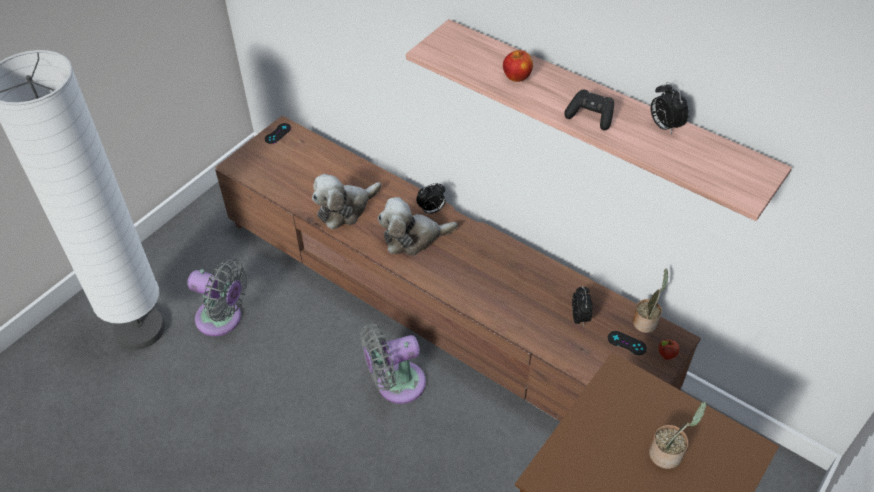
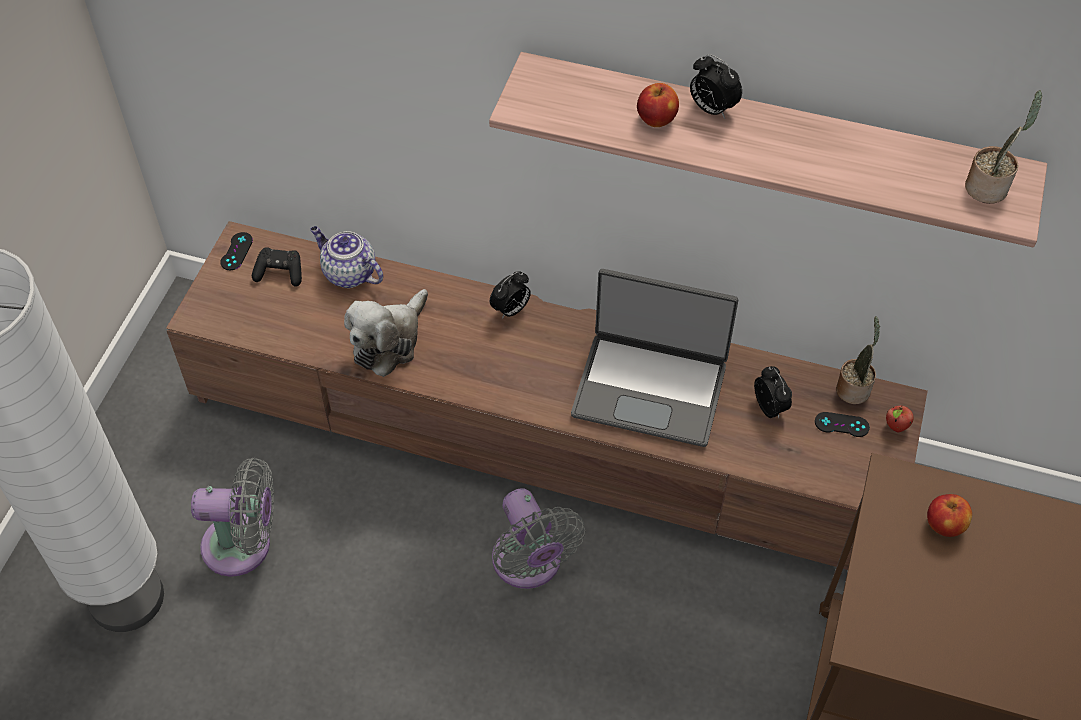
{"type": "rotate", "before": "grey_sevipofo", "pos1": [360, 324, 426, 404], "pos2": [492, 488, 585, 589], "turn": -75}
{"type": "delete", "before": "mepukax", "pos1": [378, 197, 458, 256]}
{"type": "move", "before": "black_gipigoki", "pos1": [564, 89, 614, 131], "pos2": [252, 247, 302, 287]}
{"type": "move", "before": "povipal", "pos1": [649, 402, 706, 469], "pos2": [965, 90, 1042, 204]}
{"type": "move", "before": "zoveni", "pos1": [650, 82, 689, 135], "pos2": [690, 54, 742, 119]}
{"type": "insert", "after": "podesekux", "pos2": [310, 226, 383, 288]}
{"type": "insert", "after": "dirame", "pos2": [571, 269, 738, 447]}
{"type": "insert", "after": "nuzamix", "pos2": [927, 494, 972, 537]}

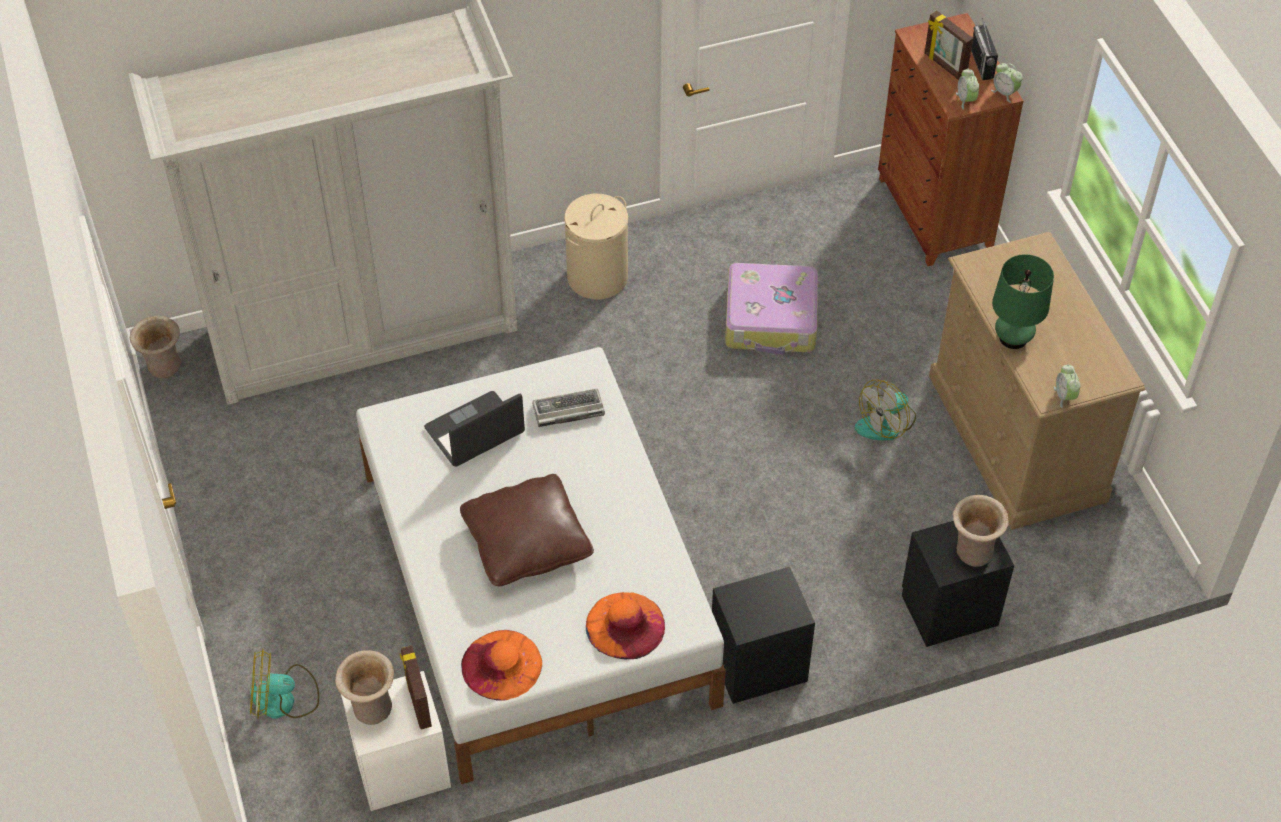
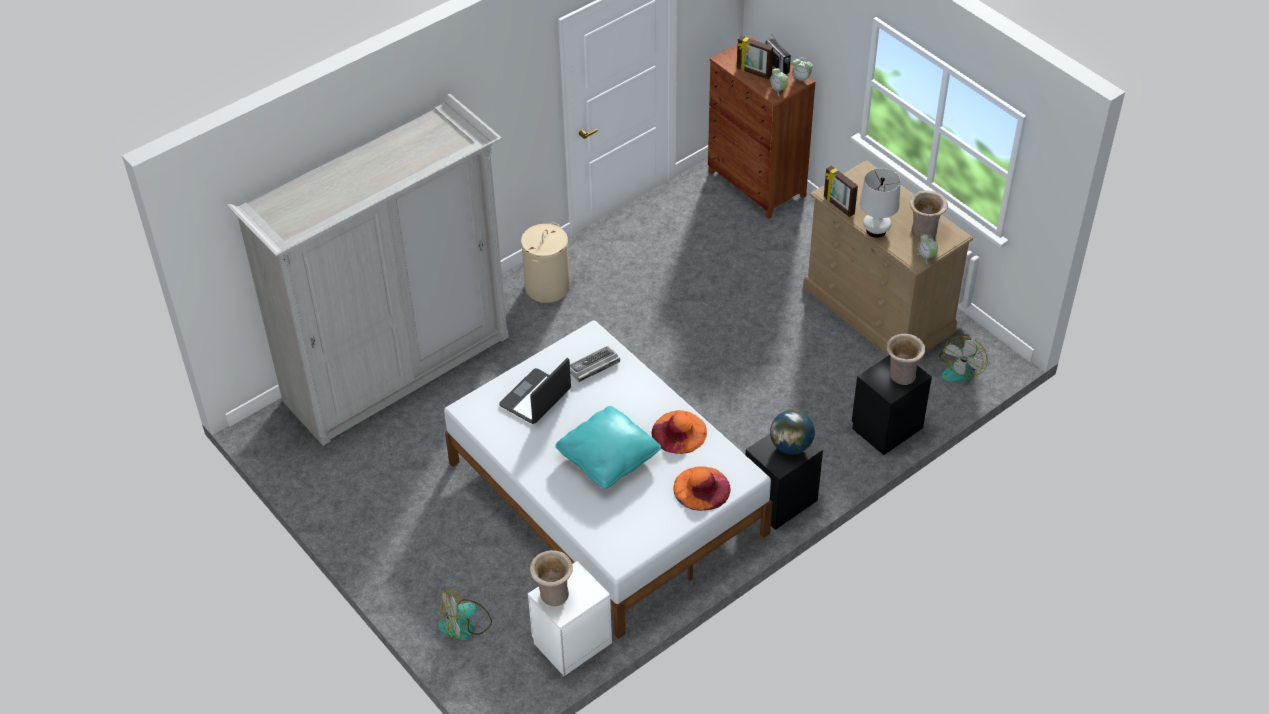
{"type": "move", "before": "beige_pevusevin", "pos1": [130, 316, 181, 378], "pos2": [910, 190, 948, 240]}
{"type": "move", "before": "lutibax", "pos1": [400, 646, 432, 729], "pos2": [824, 166, 858, 217]}
{"type": "recolor", "before": "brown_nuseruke", "after": "turquoise_nuseruke", "pos1": [460, 474, 594, 586], "pos2": [555, 406, 661, 488]}
{"type": "move", "before": "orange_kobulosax", "pos1": [461, 630, 542, 701], "pos2": [651, 410, 707, 454]}
{"type": "delete", "before": "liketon", "pos1": [725, 263, 818, 355]}
{"type": "move", "before": "sevipofo", "pos1": [855, 380, 916, 441], "pos2": [939, 336, 988, 382]}
{"type": "recolor", "before": "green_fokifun", "after": "white_fokifun", "pos1": [992, 254, 1054, 349], "pos2": [860, 168, 901, 238]}
{"type": "insert", "after": "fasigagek", "pos2": [770, 410, 815, 454]}

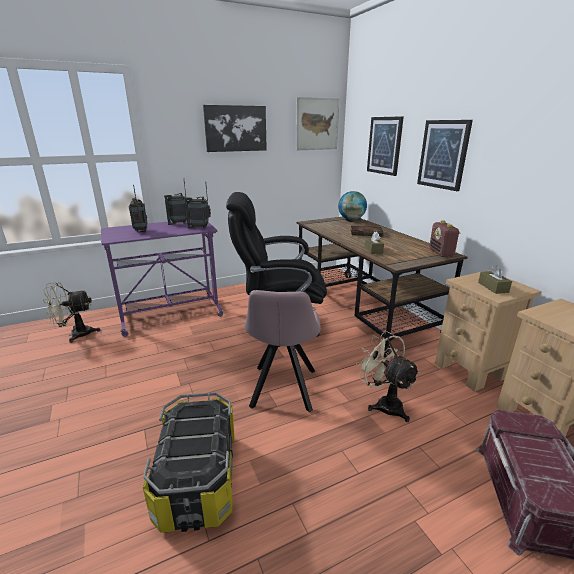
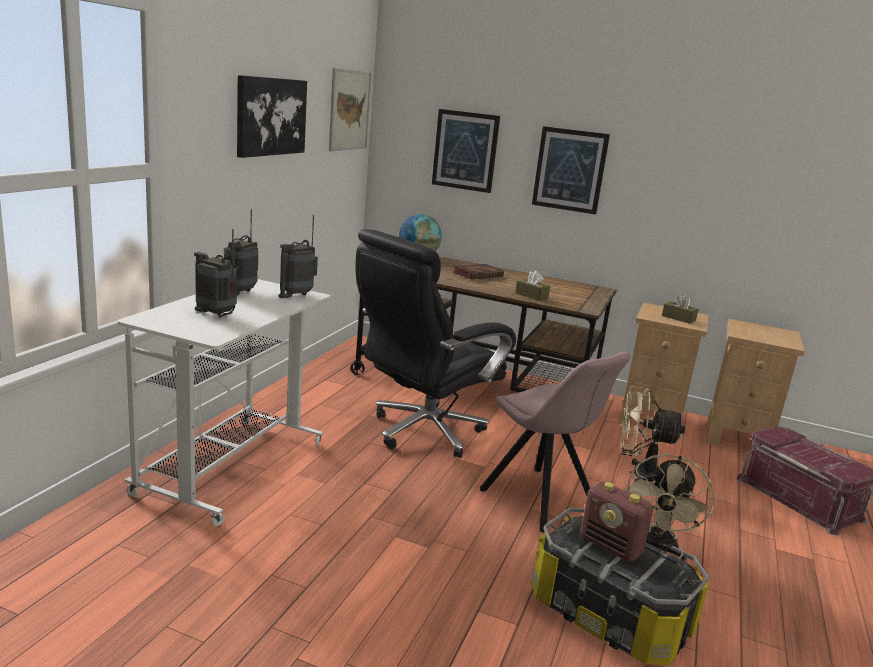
{"type": "move", "before": "beige_sevipofo", "pos1": [43, 282, 100, 343], "pos2": [625, 454, 715, 561]}
{"type": "recolor", "before": "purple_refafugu", "after": "white_refafugu", "pos1": [101, 220, 223, 337], "pos2": [118, 279, 330, 526]}
{"type": "move", "before": "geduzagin", "pos1": [429, 220, 461, 257], "pos2": [580, 481, 653, 562]}

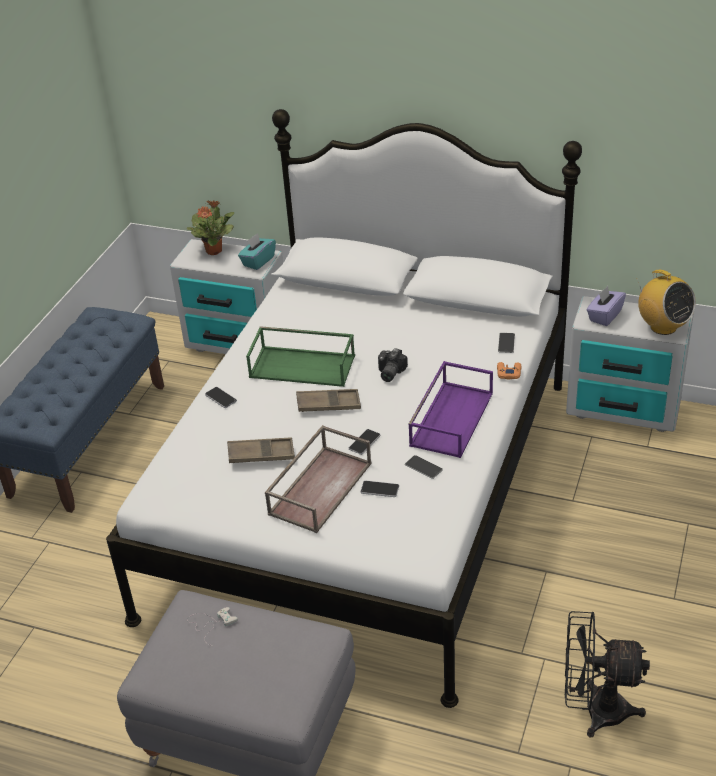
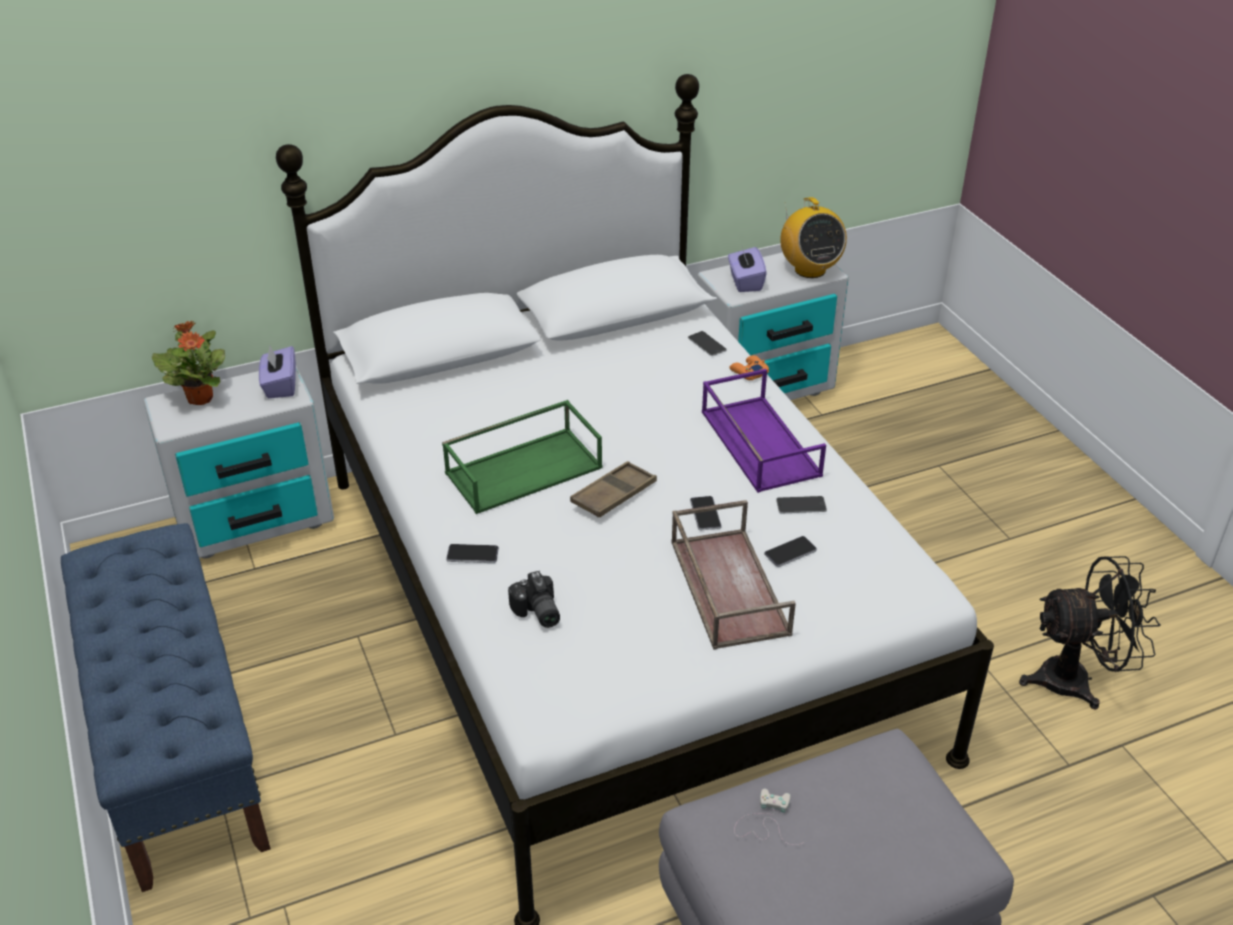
{"type": "delete", "before": "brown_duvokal", "pos1": [227, 438, 295, 463]}
{"type": "recolor", "before": "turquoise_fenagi", "after": "purple_fenagi", "pos1": [238, 233, 276, 270], "pos2": [259, 345, 296, 398]}
{"type": "move", "before": "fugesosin", "pos1": [378, 348, 408, 382], "pos2": [508, 571, 560, 628]}
{"type": "rotate", "before": "black_sevipofo", "pos1": [565, 611, 650, 737], "pos2": [1019, 556, 1161, 710], "turn": -150}
{"type": "rotate", "before": "geduzagin", "pos1": [637, 270, 696, 335], "pos2": [780, 197, 847, 278], "turn": 60}

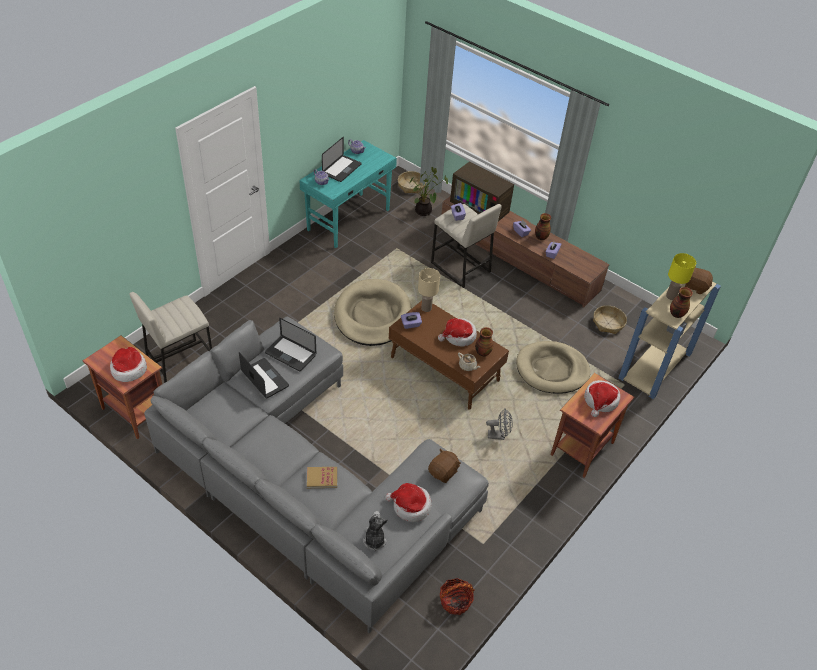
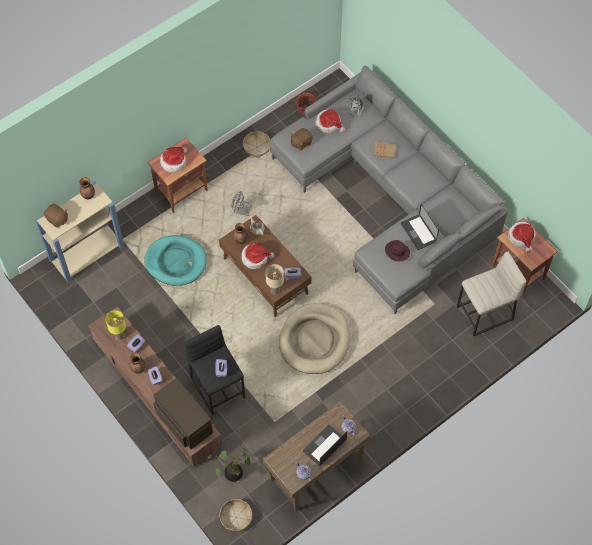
{"type": "replace", "before": "dirame", "after": "purple_kobulosax", "pos1": [265, 318, 316, 372], "pos2": [385, 240, 410, 261]}
{"type": "recolor", "before": "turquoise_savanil", "after": "brown_savanil", "pos1": [300, 140, 397, 248], "pos2": [263, 401, 371, 511]}
{"type": "recolor", "before": "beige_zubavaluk", "after": "black_zubavaluk", "pos1": [431, 204, 502, 288], "pos2": [184, 325, 245, 415]}
{"type": "recolor", "before": "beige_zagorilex", "after": "turquoise_zagorilex", "pos1": [516, 341, 590, 394], "pos2": [144, 235, 206, 286]}
{"type": "move", "before": "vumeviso", "pos1": [593, 306, 627, 334], "pos2": [243, 131, 271, 158]}
{"type": "move", "before": "yellow_fokifun", "pos1": [666, 253, 696, 300], "pos2": [105, 310, 126, 340]}

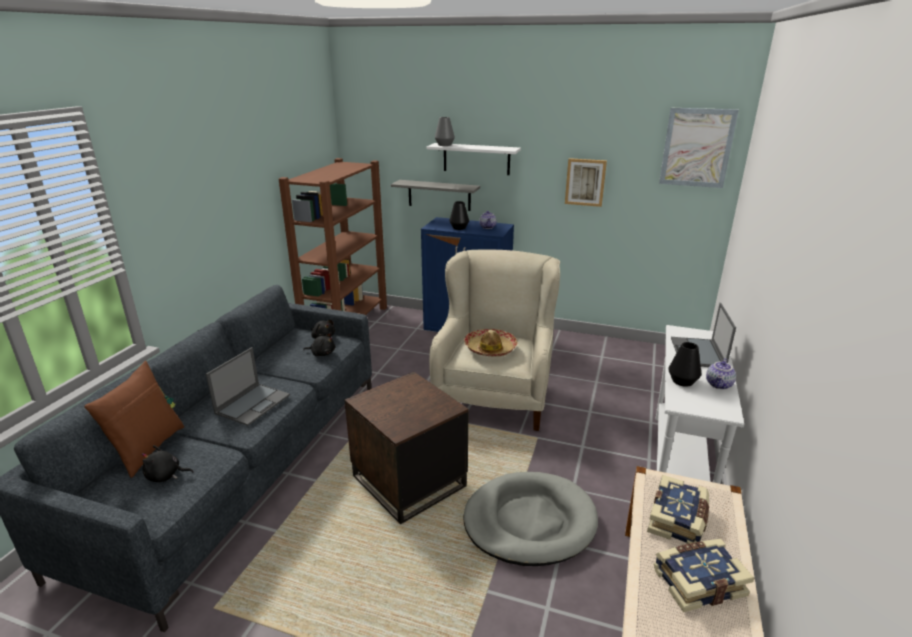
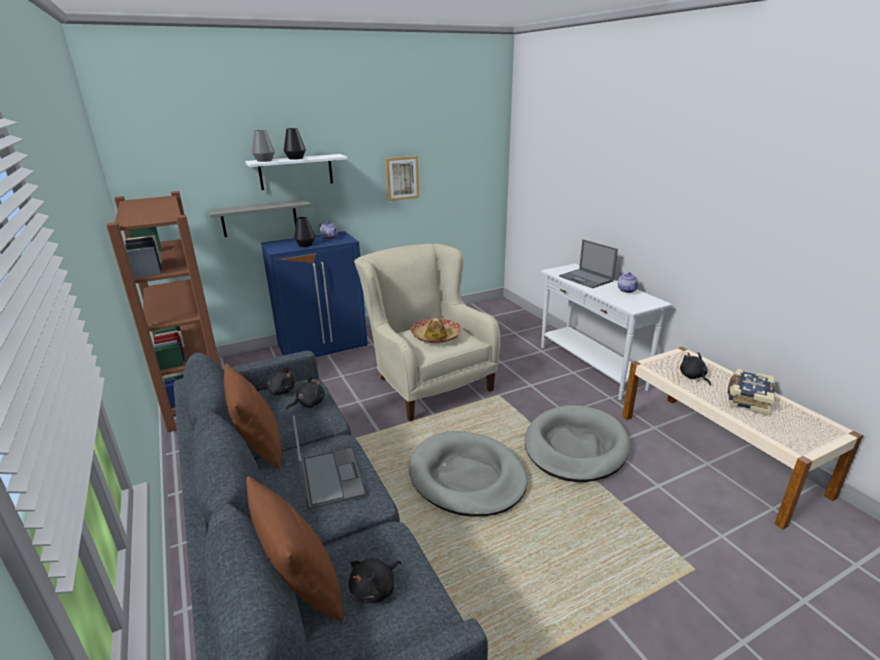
{"type": "replace", "before": "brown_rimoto", "after": "grey_zagorilex", "pos1": [345, 372, 469, 524], "pos2": [409, 431, 528, 516]}
{"type": "replace", "before": "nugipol", "after": "black_mepukax", "pos1": [647, 475, 709, 544], "pos2": [680, 352, 711, 385]}
{"type": "delete", "before": "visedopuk", "pos1": [659, 108, 739, 188]}
{"type": "move", "before": "black_pevusevin", "pos1": [668, 342, 702, 387], "pos2": [284, 128, 306, 160]}
{"type": "insert", "after": "brown_nuseruke", "pos2": [224, 363, 281, 469]}

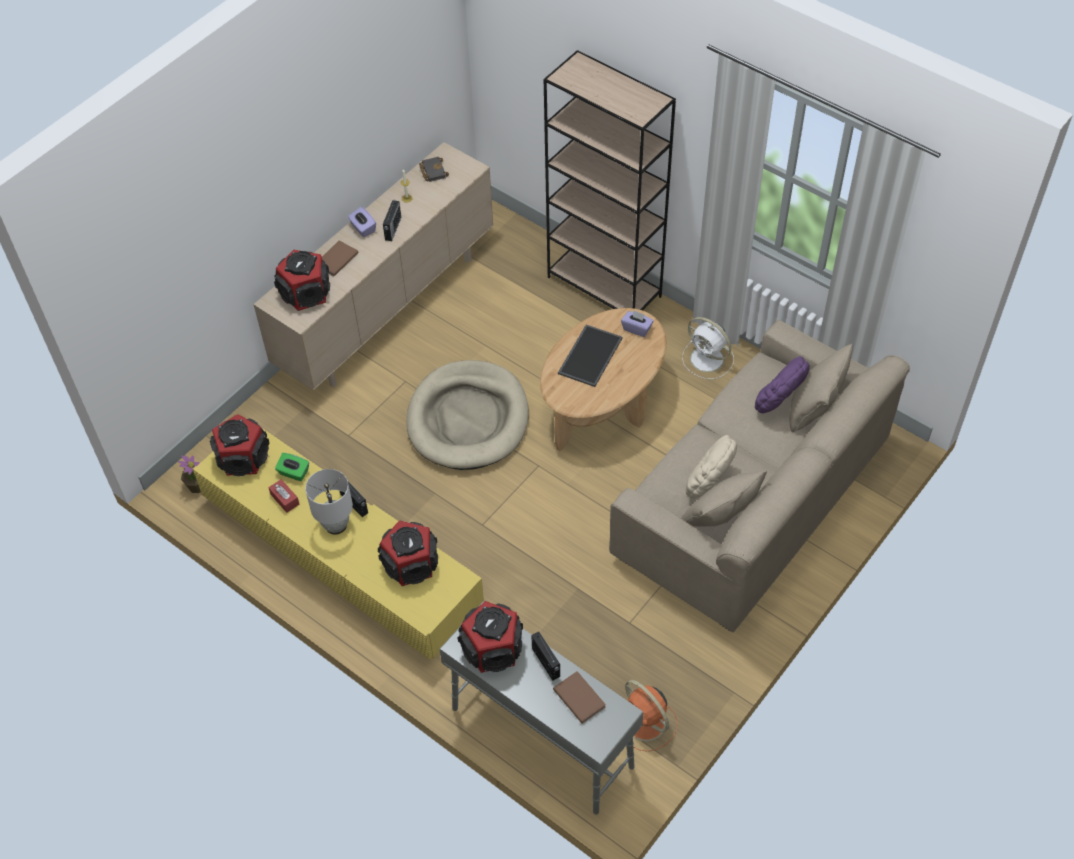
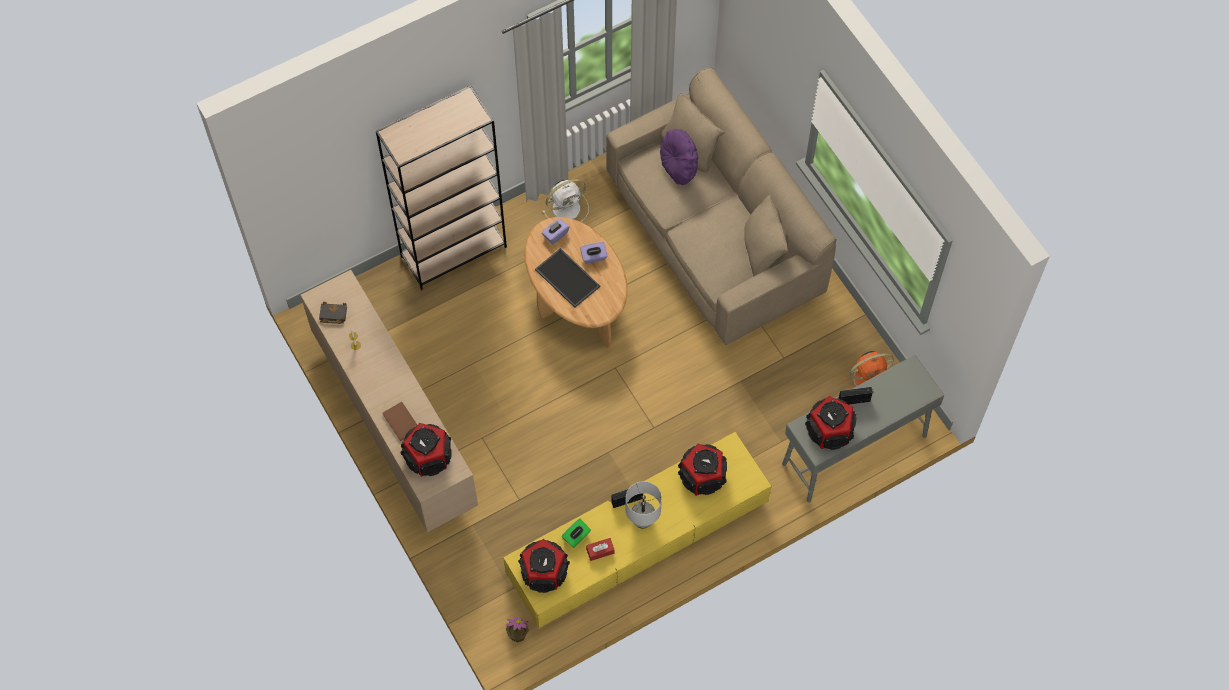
{"type": "move", "before": "purple_fenagi", "pos1": [348, 207, 376, 237], "pos2": [580, 242, 607, 264]}
{"type": "delete", "before": "geduzagin", "pos1": [383, 200, 401, 241]}
{"type": "delete", "before": "beige_zagorilex", "pos1": [406, 360, 529, 470]}
{"type": "delete", "before": "brown_nugipol", "pos1": [553, 671, 606, 724]}
{"type": "delete", "before": "beige_nuseruke", "pos1": [686, 435, 737, 499]}

